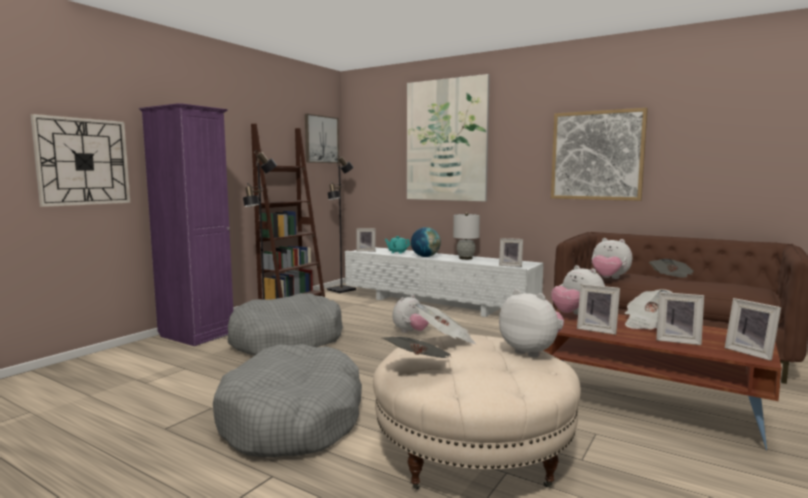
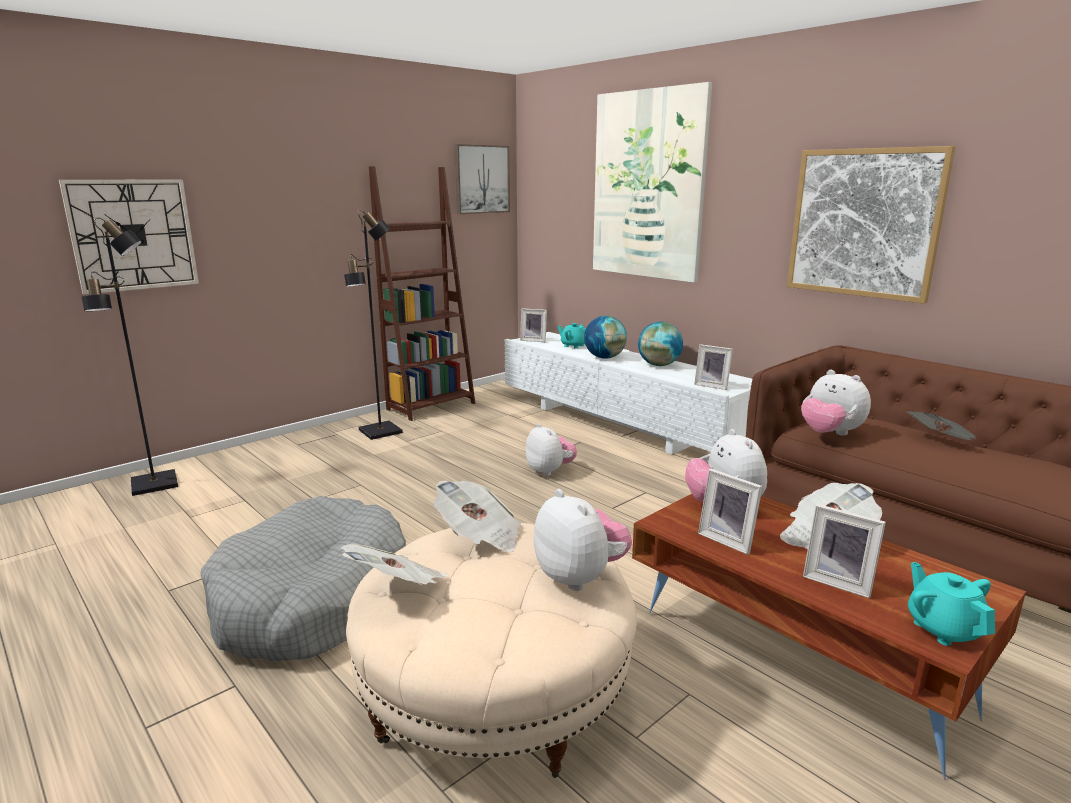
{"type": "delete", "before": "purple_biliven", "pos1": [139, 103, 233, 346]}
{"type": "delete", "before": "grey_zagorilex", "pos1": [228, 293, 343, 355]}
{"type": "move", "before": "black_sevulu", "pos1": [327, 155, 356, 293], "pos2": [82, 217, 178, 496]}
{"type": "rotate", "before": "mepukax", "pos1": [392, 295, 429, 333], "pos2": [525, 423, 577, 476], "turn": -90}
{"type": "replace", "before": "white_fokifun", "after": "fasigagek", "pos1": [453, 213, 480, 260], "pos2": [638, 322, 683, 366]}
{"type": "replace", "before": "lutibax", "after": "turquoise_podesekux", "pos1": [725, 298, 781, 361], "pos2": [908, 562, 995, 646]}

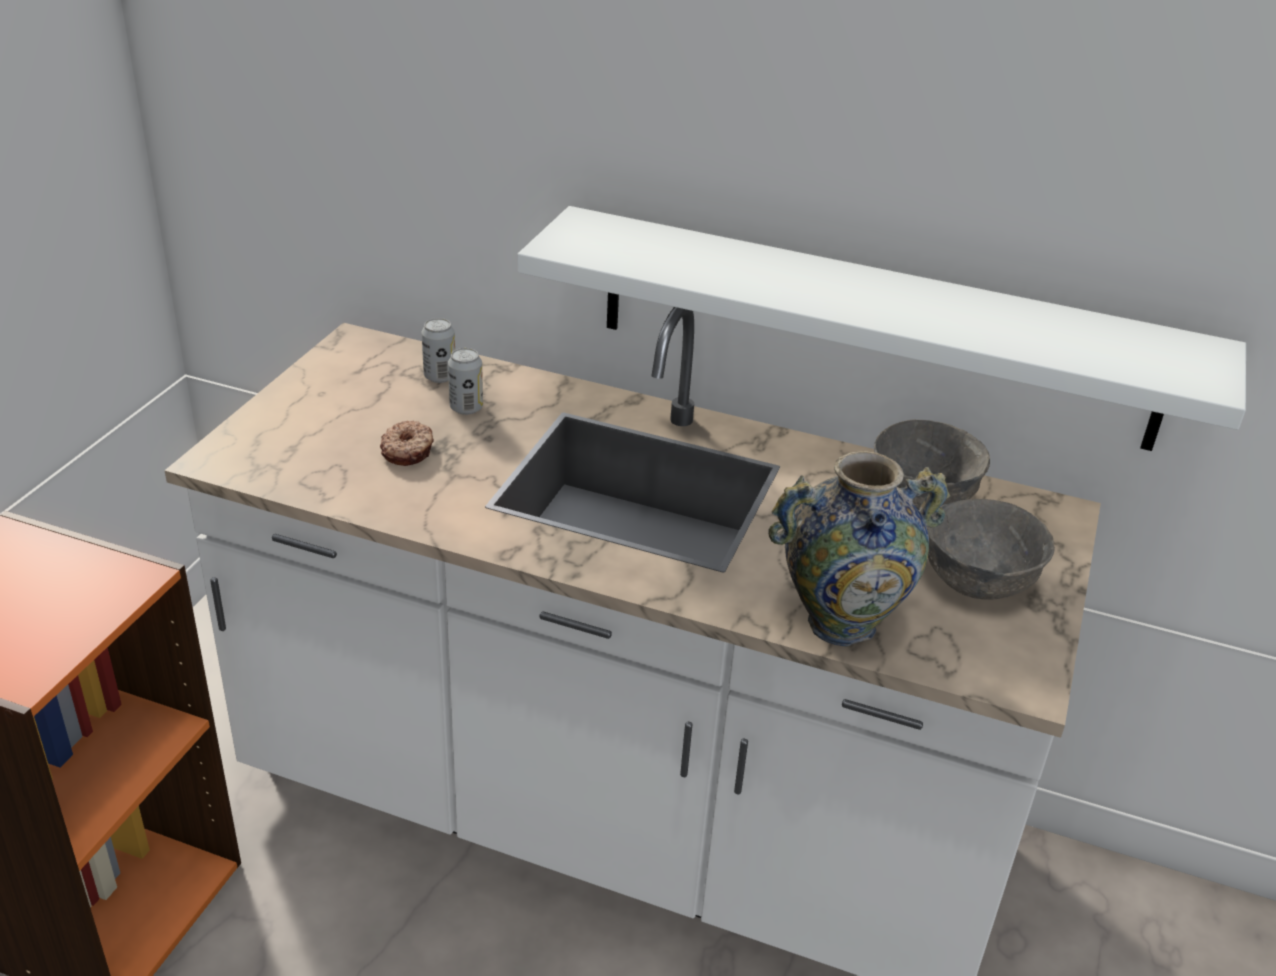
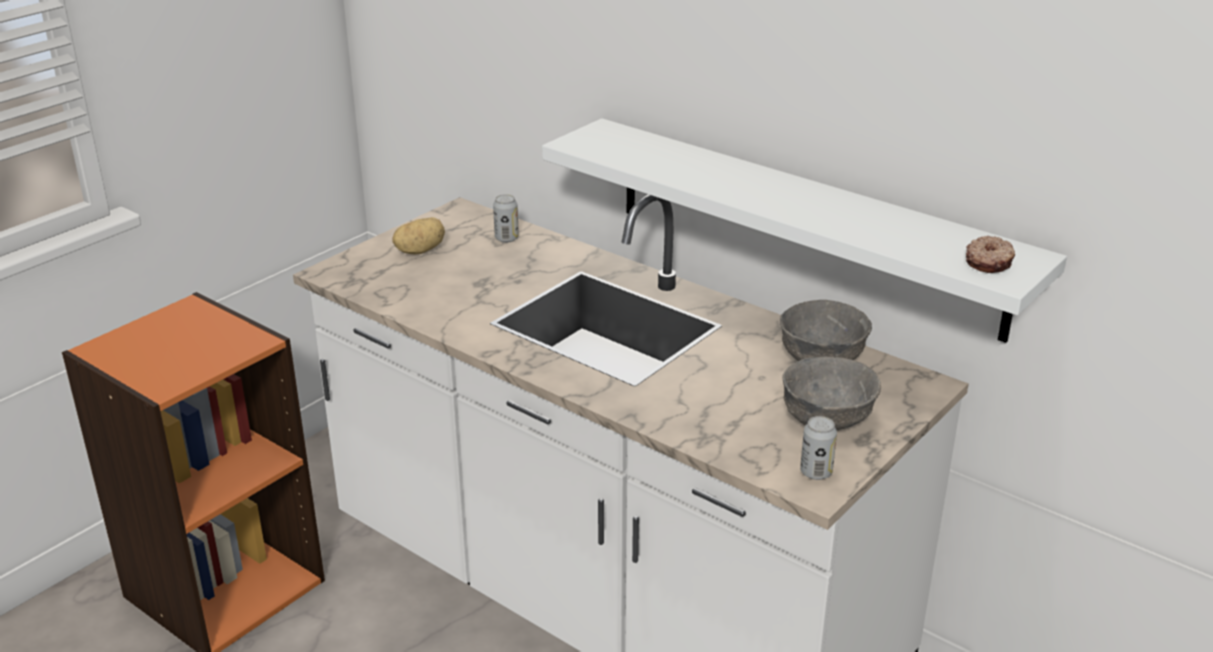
{"type": "move", "before": "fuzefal", "pos1": [380, 421, 434, 466], "pos2": [966, 236, 1015, 273]}
{"type": "move", "before": "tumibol", "pos1": [448, 348, 483, 415], "pos2": [800, 416, 837, 480]}
{"type": "delete", "before": "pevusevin", "pos1": [768, 451, 950, 647]}
{"type": "insert", "after": "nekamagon", "pos2": [392, 217, 445, 254]}

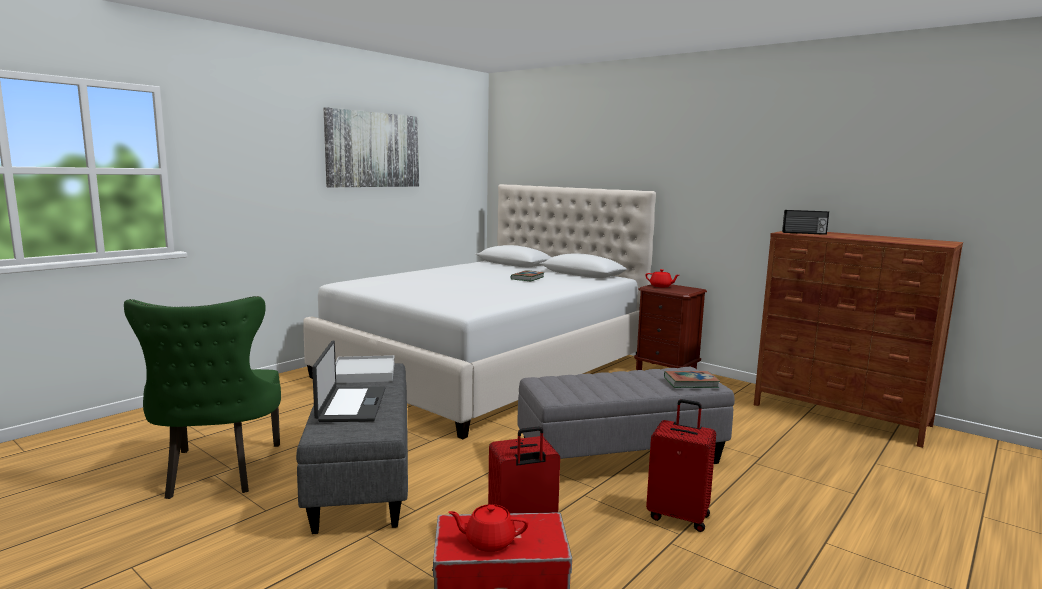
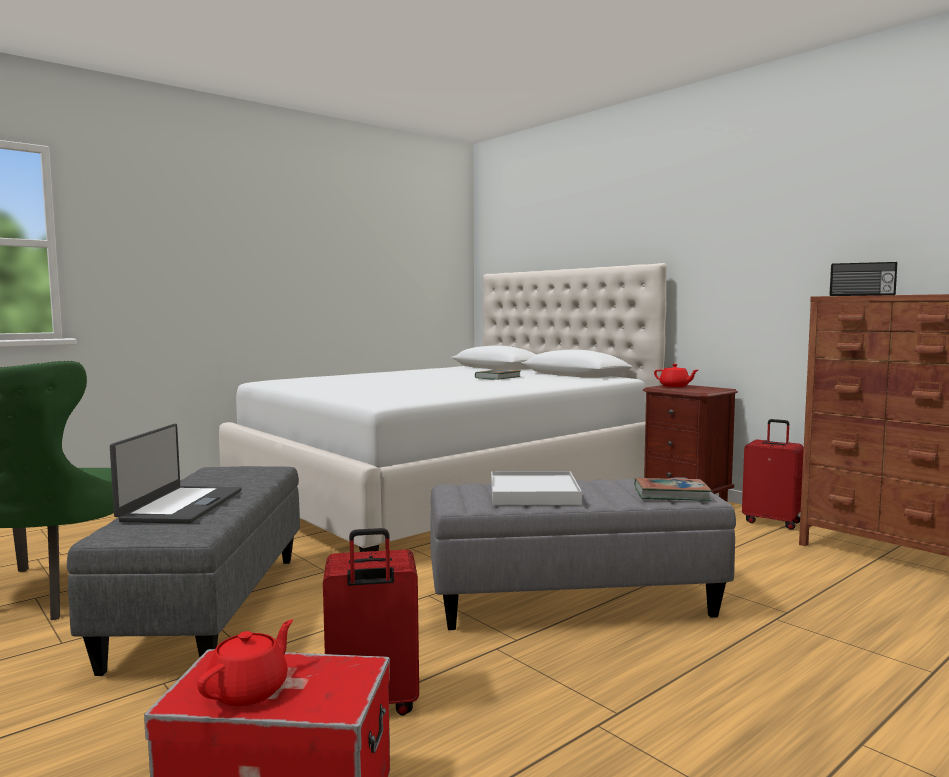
{"type": "delete", "before": "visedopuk", "pos1": [324, 107, 419, 187]}
{"type": "move", "before": "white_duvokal", "pos1": [336, 355, 395, 383], "pos2": [491, 471, 582, 505]}
{"type": "rotate", "before": "red_podesekux", "pos1": [448, 504, 528, 552], "pos2": [197, 620, 293, 706], "turn": 105}
{"type": "move", "before": "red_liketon", "pos1": [646, 399, 716, 532], "pos2": [742, 419, 804, 530]}

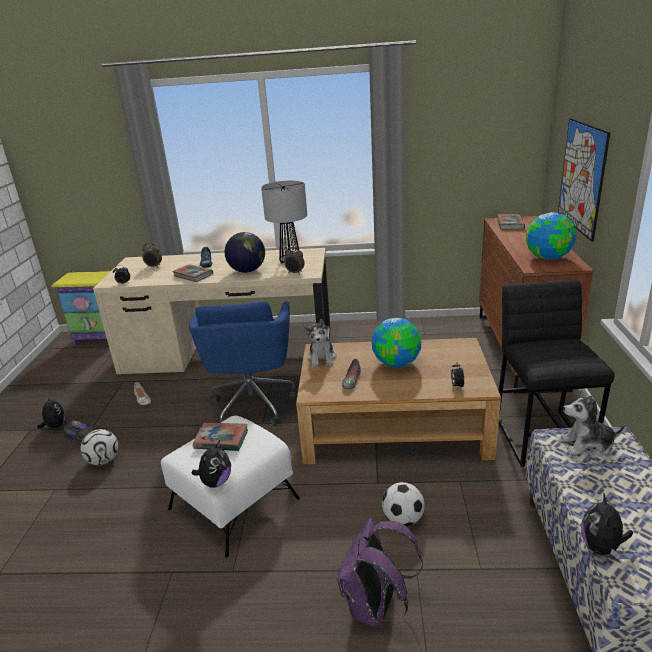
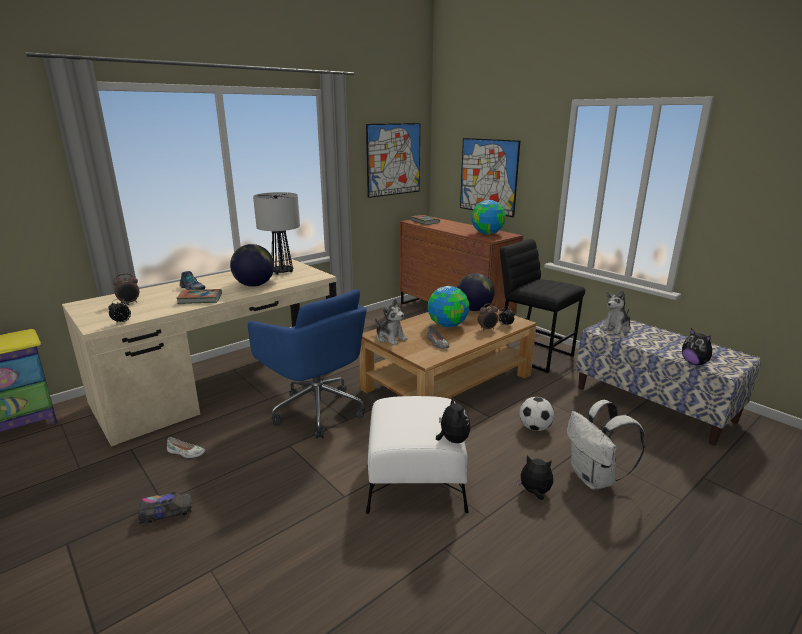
{"type": "move", "before": "mepukax", "pos1": [37, 396, 66, 429], "pos2": [517, 456, 553, 500]}
{"type": "delete", "before": "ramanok", "pos1": [81, 429, 119, 465]}
{"type": "delete", "before": "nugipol", "pos1": [193, 422, 248, 451]}
{"type": "move", "before": "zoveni", "pos1": [284, 247, 305, 274], "pos2": [478, 303, 498, 331]}
{"type": "recolor", "before": "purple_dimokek", "after": "white_dimokek", "pos1": [338, 517, 423, 627], "pos2": [567, 400, 645, 490]}
{"type": "insert", "after": "visedopuk", "pos2": [366, 123, 420, 198]}
{"type": "insert", "after": "fasigagek", "pos2": [457, 273, 495, 311]}

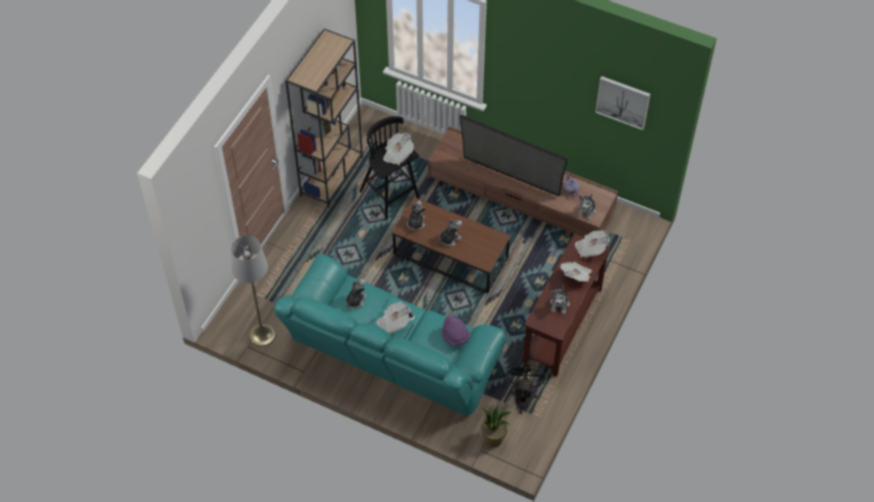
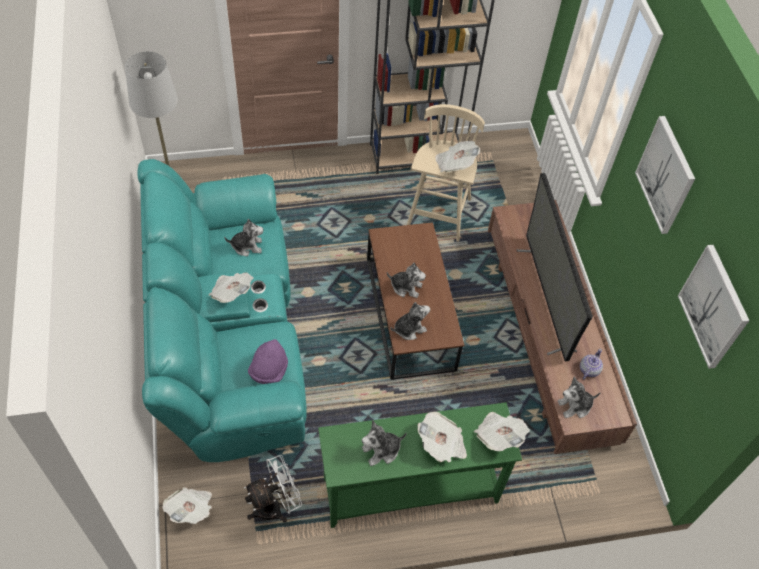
{"type": "recolor", "before": "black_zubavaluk", "after": "beige_zubavaluk", "pos1": [359, 116, 419, 219], "pos2": [407, 104, 485, 242]}
{"type": "move", "before": "mepukax", "pos1": [407, 201, 426, 231], "pos2": [390, 302, 430, 340]}
{"type": "replace", "before": "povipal", "after": "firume", "pos1": [481, 405, 512, 447], "pos2": [163, 487, 212, 524]}
{"type": "recolor", "before": "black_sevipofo", "after": "white_sevipofo", "pos1": [506, 360, 545, 414], "pos2": [244, 455, 302, 522]}
{"type": "recolor", "before": "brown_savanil", "after": "green_savanil", "pos1": [523, 233, 611, 377], "pos2": [318, 402, 522, 528]}
{"type": "insert", "after": "visedopuk", "pos2": [635, 116, 695, 234]}

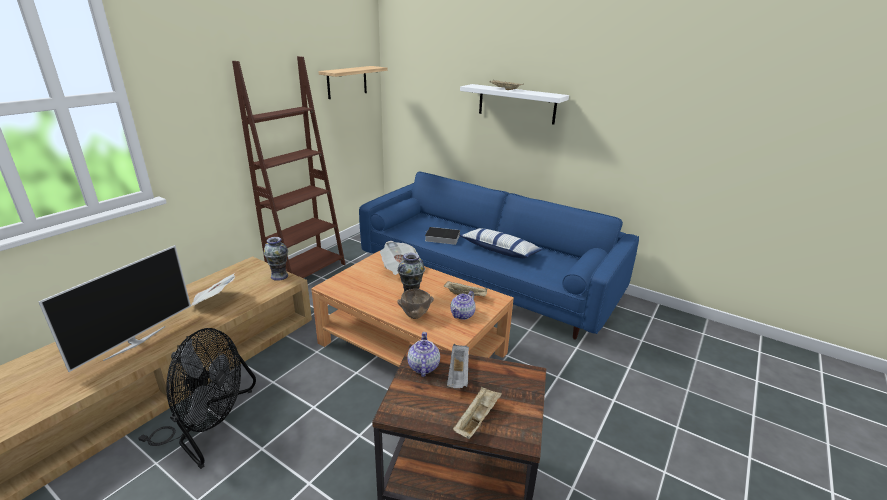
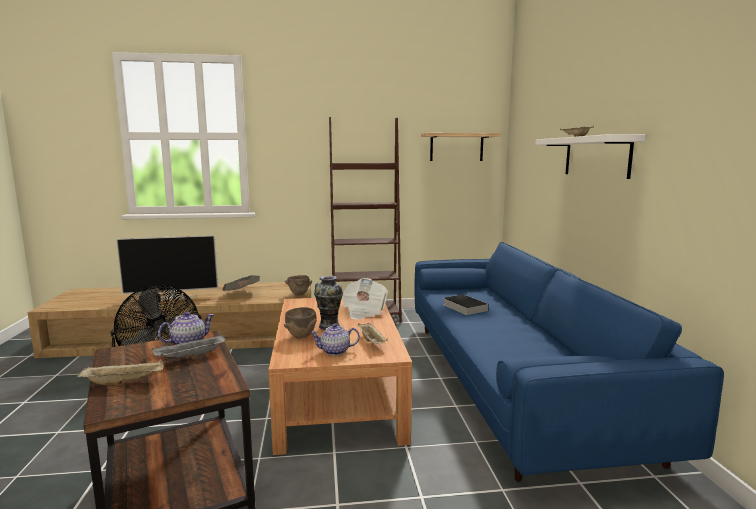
{"type": "replace", "before": "pevusevin", "after": "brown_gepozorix", "pos1": [264, 237, 288, 281], "pos2": [285, 275, 312, 295]}
{"type": "delete", "before": "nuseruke", "pos1": [460, 228, 542, 258]}

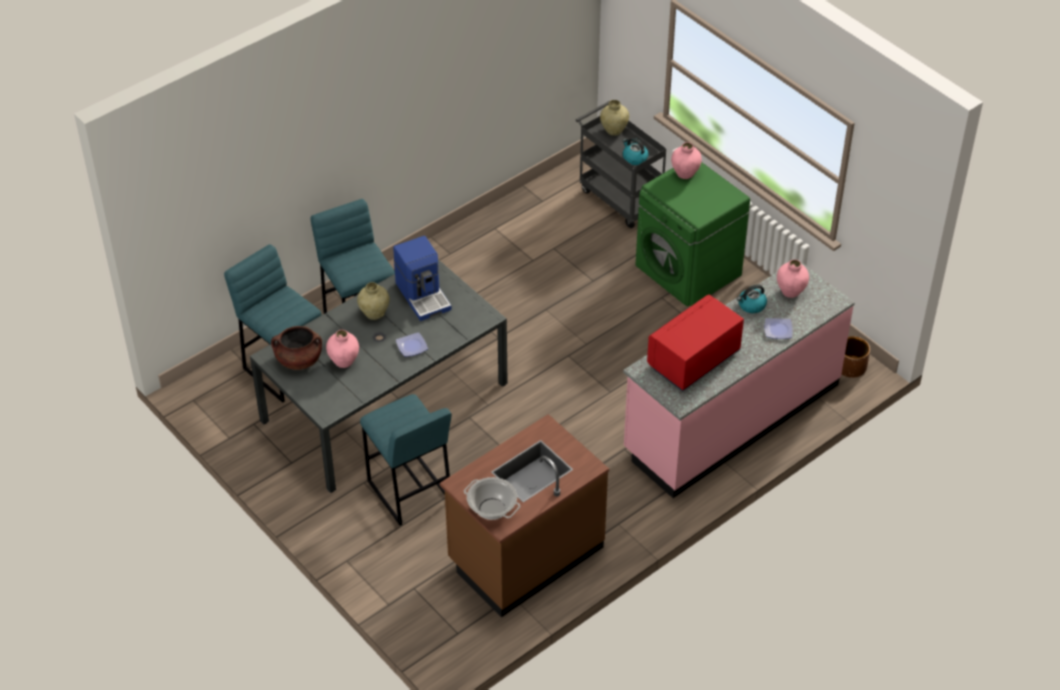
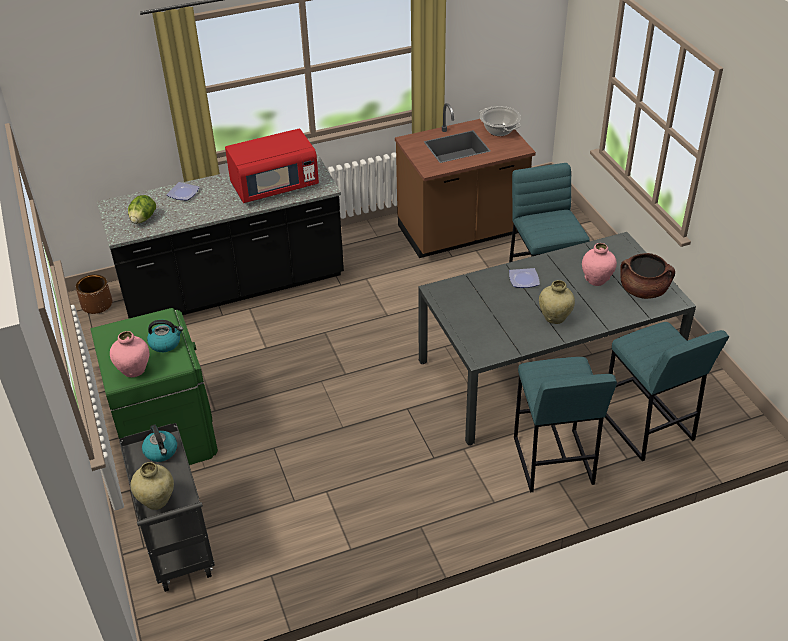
{"type": "delete", "before": "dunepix", "pos1": [393, 236, 452, 321]}
{"type": "recolor", "before": "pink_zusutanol", "after": "black_zusutanol", "pos1": [623, 260, 855, 498], "pos2": [97, 153, 344, 318]}
{"type": "move", "before": "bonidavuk", "pos1": [737, 284, 767, 313], "pos2": [147, 320, 183, 352]}
{"type": "replace", "before": "pink_pevusevin", "after": "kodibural", "pos1": [777, 259, 809, 298], "pos2": [128, 195, 156, 224]}

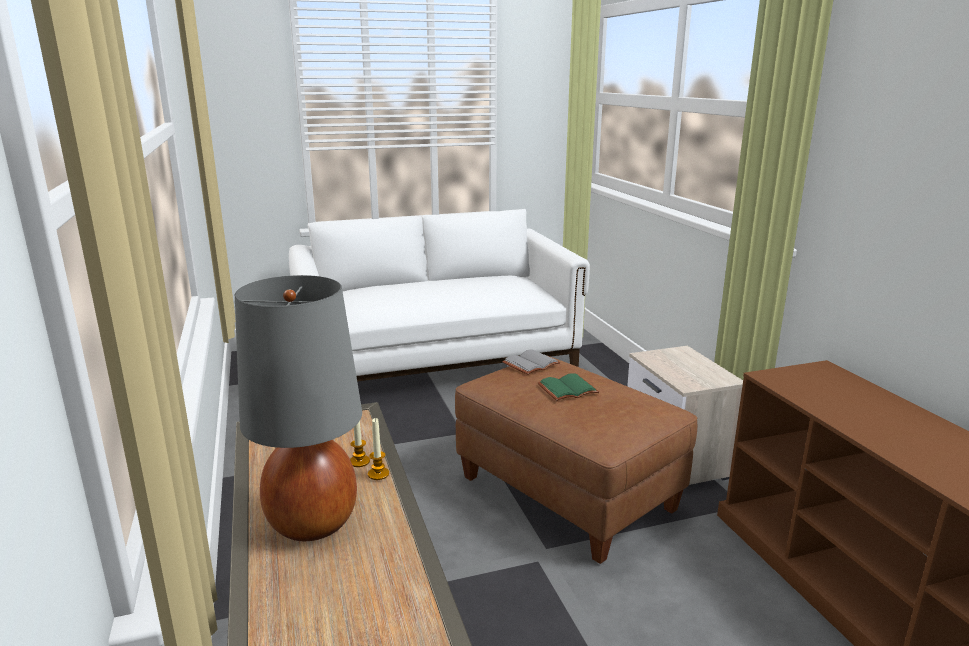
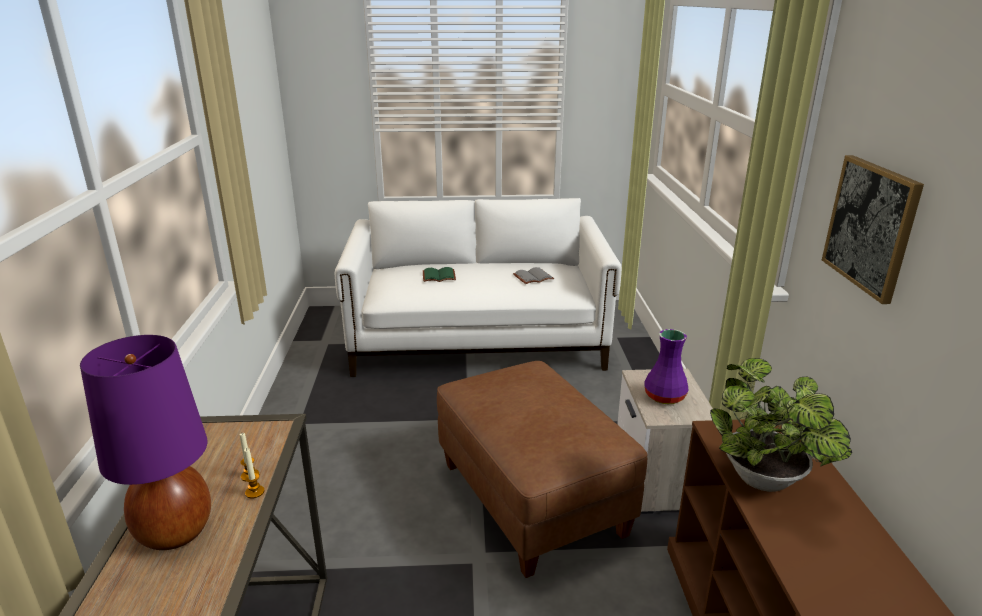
{"type": "recolor", "before": "grey_fokifun", "after": "purple_fokifun", "pos1": [235, 275, 362, 541], "pos2": [80, 335, 211, 550]}
{"type": "move", "before": "grey_nugipol", "pos1": [502, 349, 560, 375], "pos2": [513, 267, 554, 284]}
{"type": "move", "before": "green_nugipol", "pos1": [538, 373, 599, 401], "pos2": [423, 267, 456, 282]}
{"type": "insert", "after": "purple_pevusevin", "pos2": [644, 329, 689, 404]}
{"type": "insert", "after": "povipal", "pos2": [710, 358, 852, 492]}
{"type": "insert", "after": "visedopuk", "pos2": [822, 155, 924, 304]}

